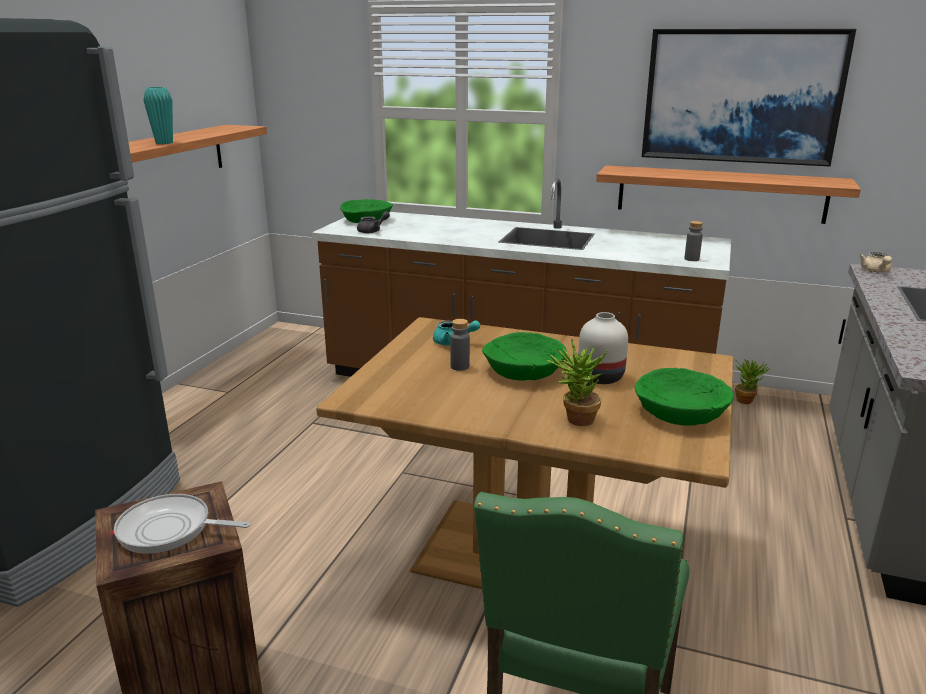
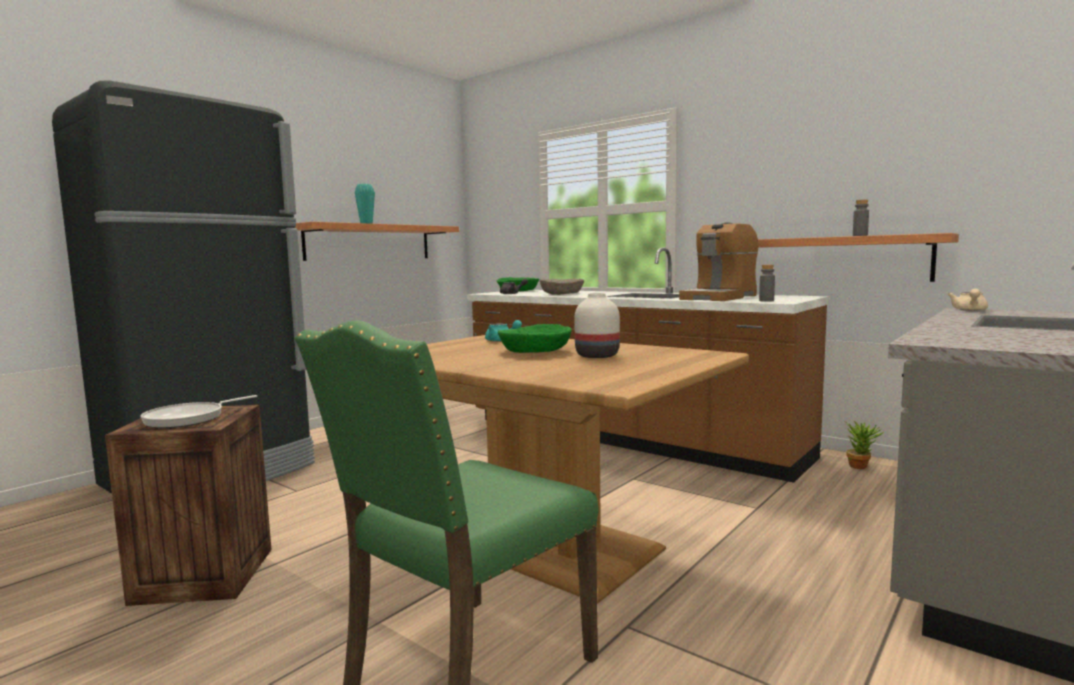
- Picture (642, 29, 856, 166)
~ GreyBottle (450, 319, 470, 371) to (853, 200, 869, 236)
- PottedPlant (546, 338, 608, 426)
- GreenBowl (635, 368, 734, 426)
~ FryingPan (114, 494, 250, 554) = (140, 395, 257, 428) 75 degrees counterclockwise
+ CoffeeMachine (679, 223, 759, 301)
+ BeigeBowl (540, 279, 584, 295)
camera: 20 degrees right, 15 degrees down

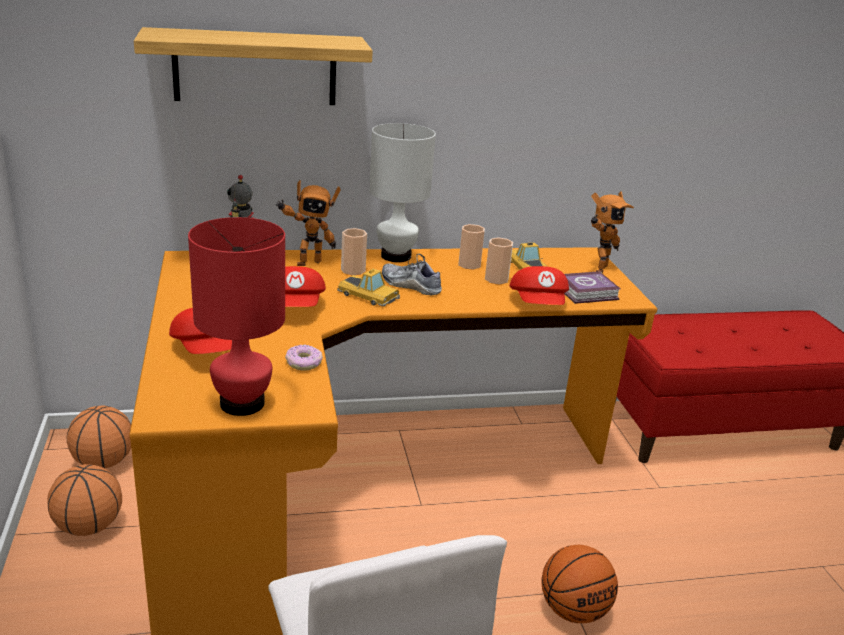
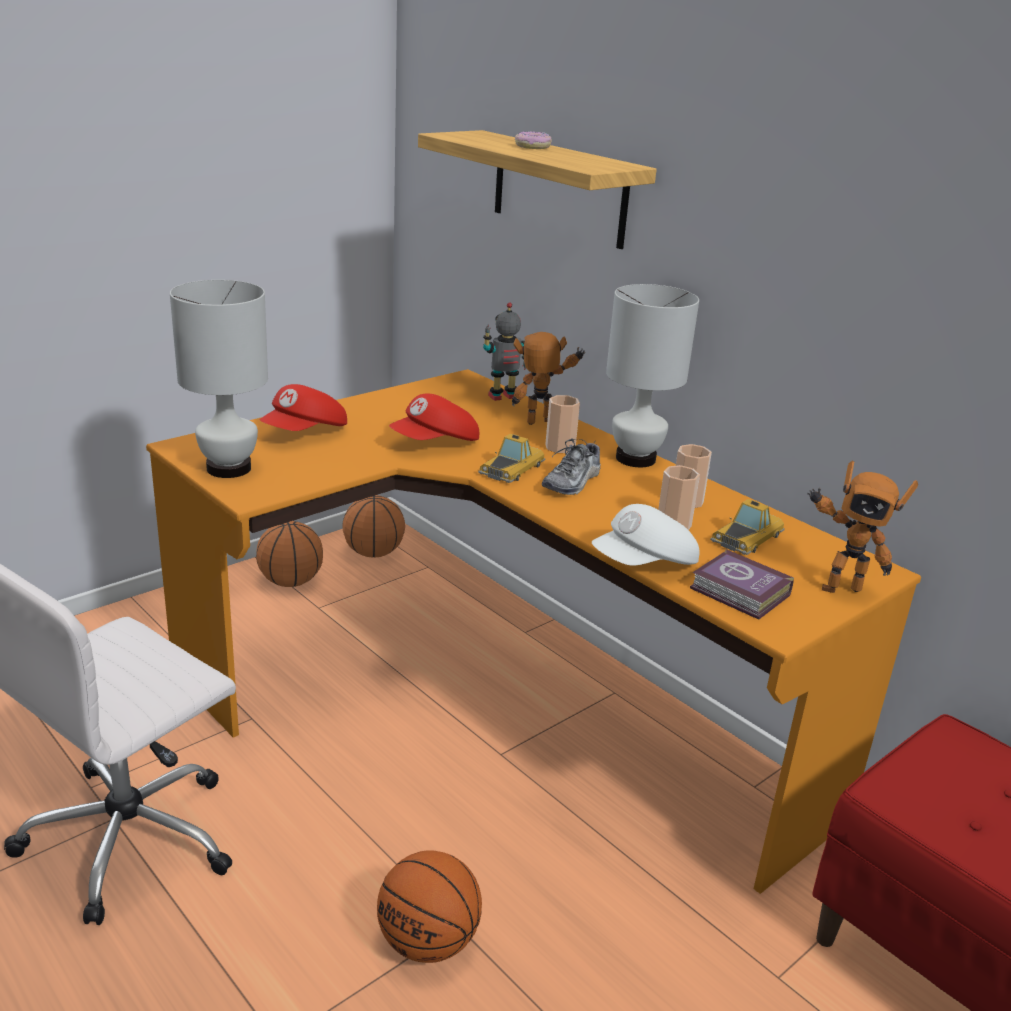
~ ToyRobot (276, 180, 341, 266) = (512, 332, 585, 425) 120 degrees clockwise
~ RedTableLamp (188, 217, 285, 416) to WhiteTableLamp (170, 280, 268, 478)
~ Shoe (382, 254, 442, 295) = (542, 438, 600, 495) 150 degrees counterclockwise
~ RedCap (509, 266, 569, 305) to WhiteCap (592, 504, 699, 566)
~ ToyCar (337, 269, 400, 306) = (478, 434, 545, 483) 150 degrees counterclockwise
~ Donut (285, 345, 323, 371) to (515, 131, 552, 149)
camera: 60 degrees right, 0 degrees up

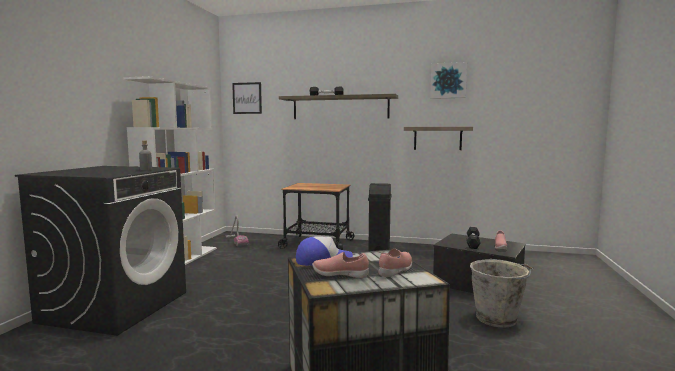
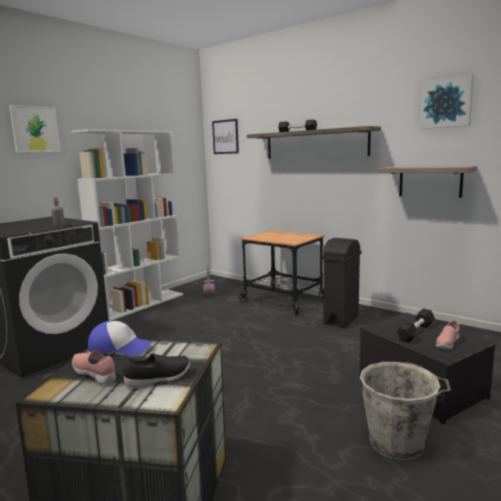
~ PinkShoe (379, 249, 412, 277) to BlackShoe (123, 354, 190, 388)
+ Picture (9, 105, 61, 152)
camera: 25 degrees right, 5 degrees up

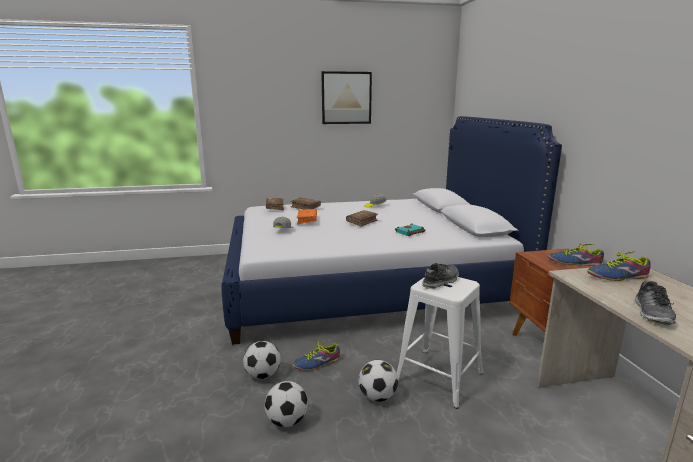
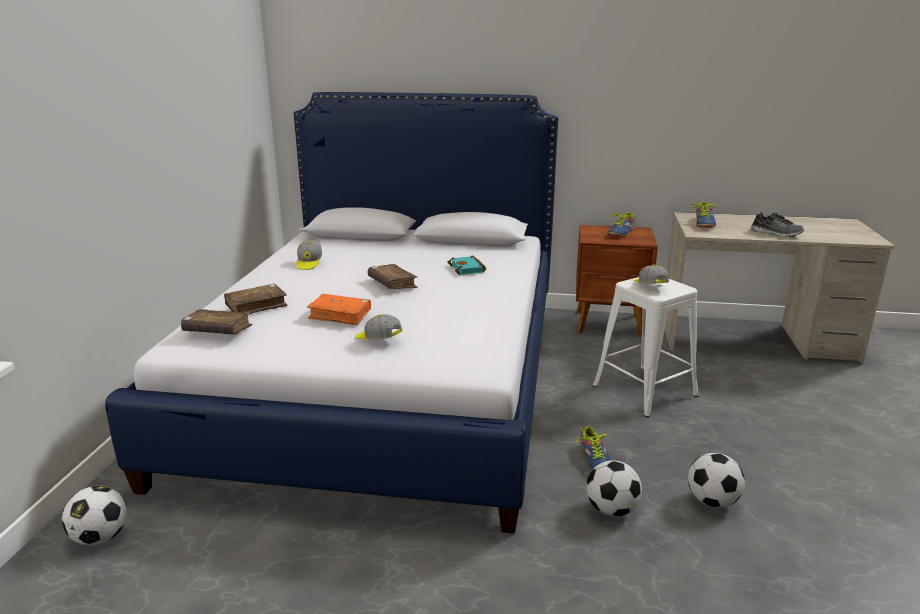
- Picture (321, 71, 372, 124)
~ Shoe (422, 263, 459, 289) to Cap (634, 265, 669, 284)
~ Football (359, 360, 398, 402) to (62, 486, 127, 546)
camera: 70 degrees left, 5 degrees up

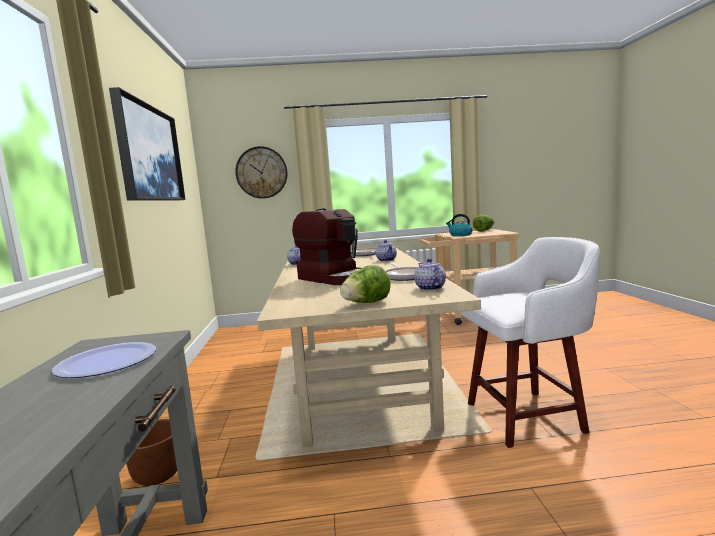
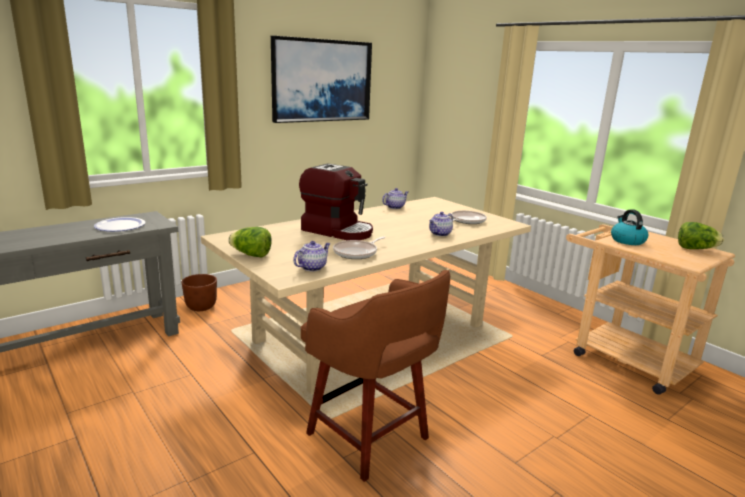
- WallClock (235, 146, 287, 199)
~ CoffeeMachine (292, 209, 361, 285) = (299, 163, 373, 240) 75 degrees counterclockwise
~ WhiteStool (460, 237, 600, 448) to BrownStool (301, 270, 450, 482)
camera: 55 degrees right, 10 degrees up

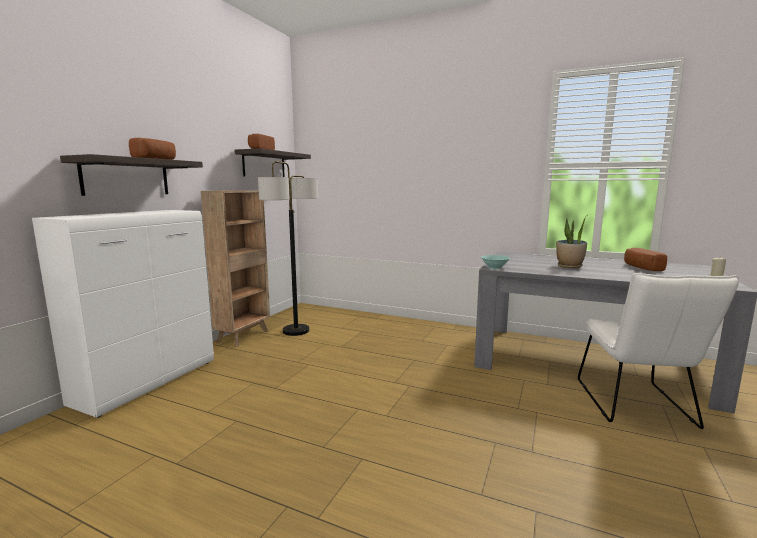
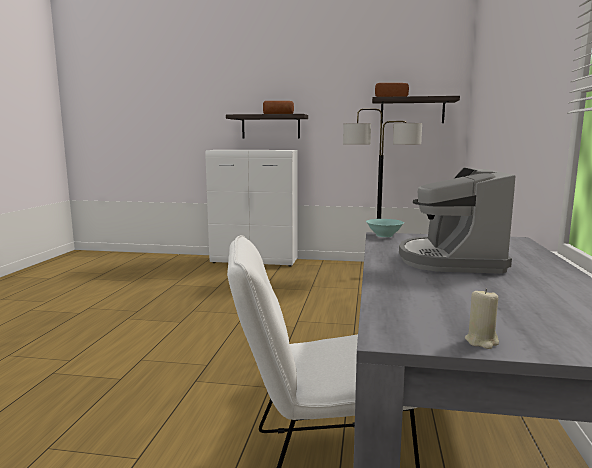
- BrownBookcase (201, 190, 270, 347)
~ PottedPlant (556, 217, 587, 268) to CoffeeMachine (399, 168, 515, 274)
- Bread (624, 248, 667, 271)
camera: 75 degrees right, 0 degrees up

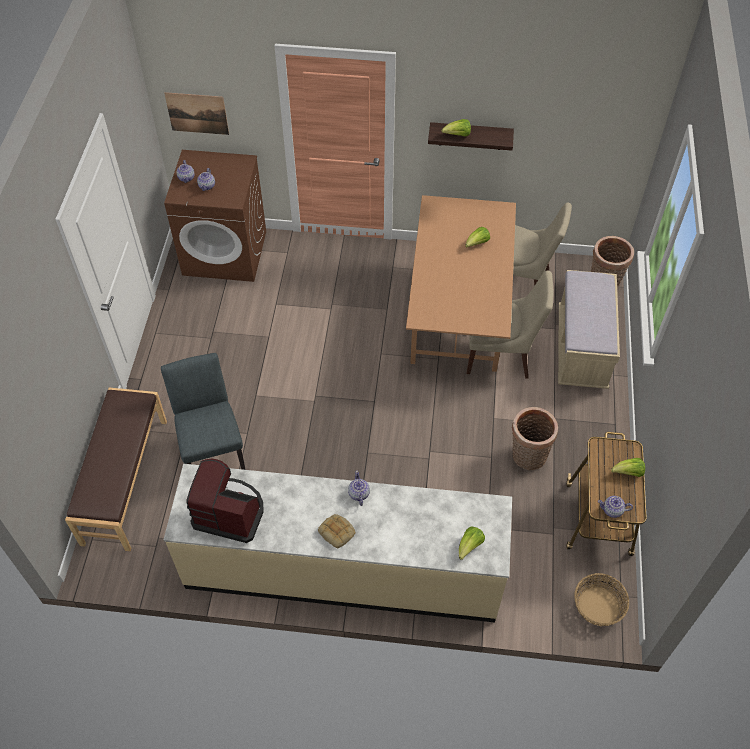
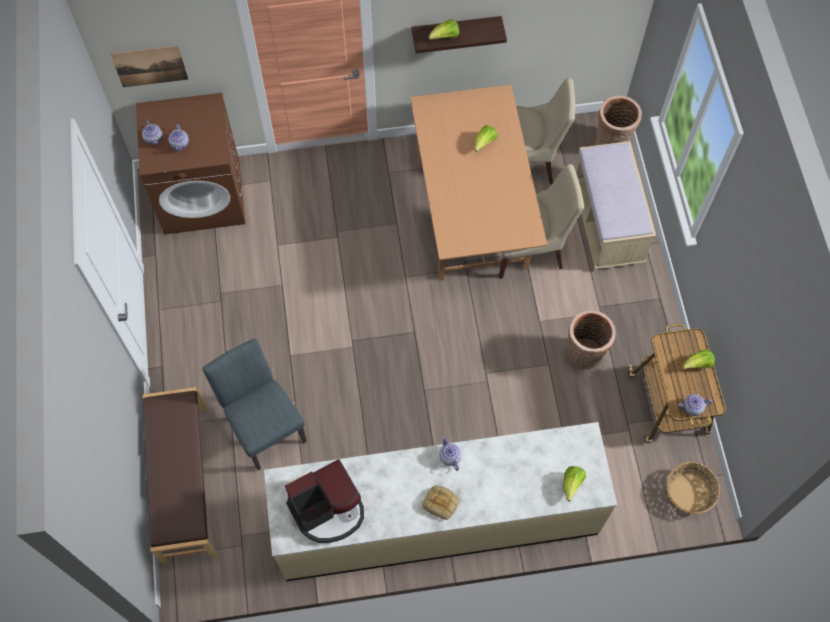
~ CoffeeMachine (186, 459, 264, 543) = (285, 459, 364, 543) 150 degrees clockwise
camera: 15 degrees left, 10 degrees up

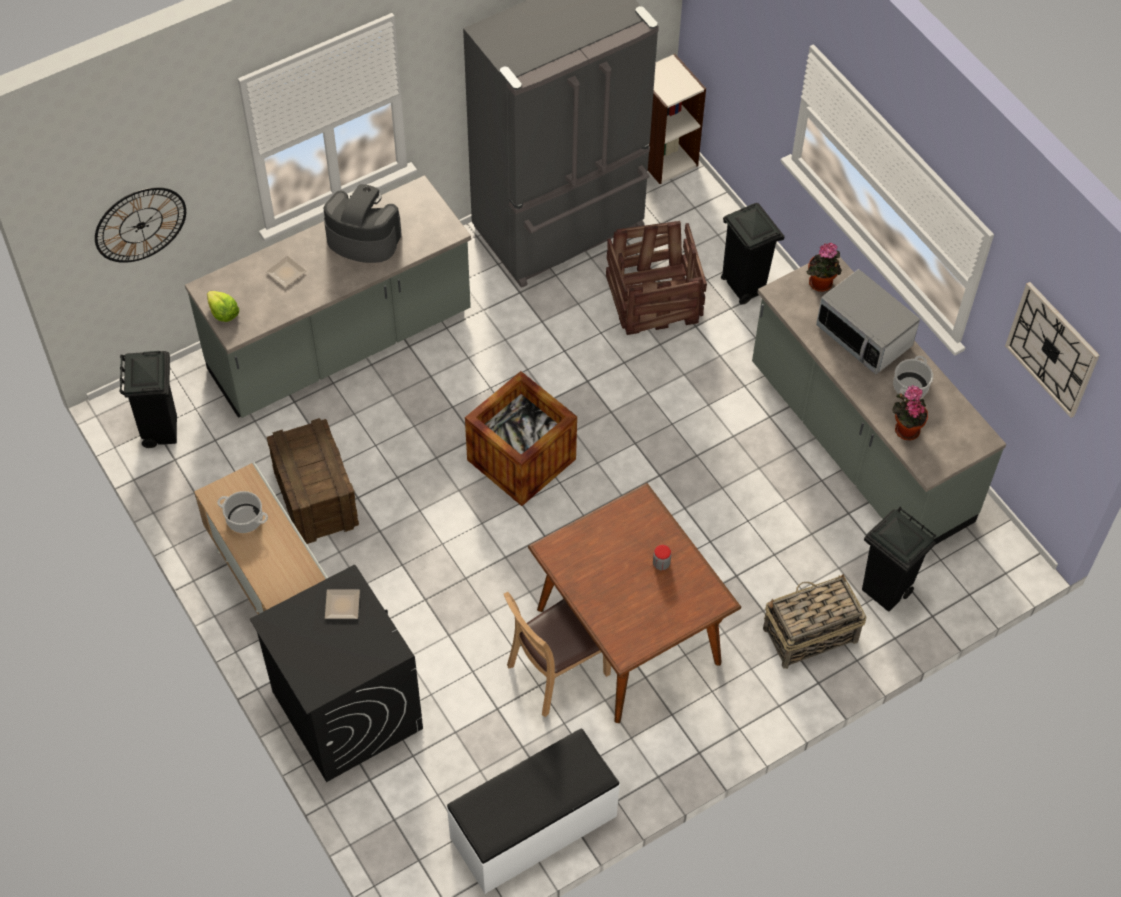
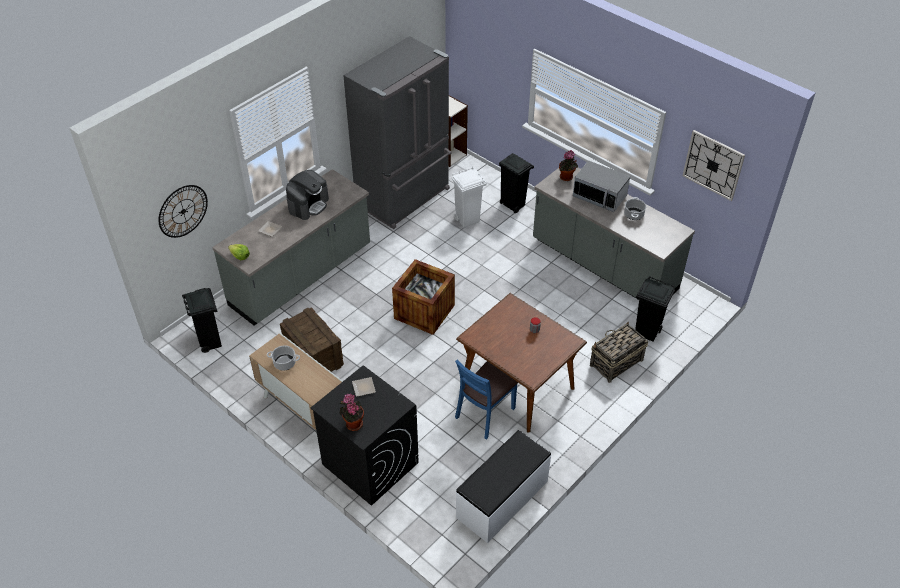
~ CoffeeMachine (324, 184, 402, 263) = (286, 170, 329, 220) 120 degrees clockwise
~ Crate (606, 221, 707, 335) to WhiteTrashCan (452, 167, 487, 228)
~ PottedPlant (892, 385, 928, 441) to (340, 394, 364, 431)
~ BrownChair (504, 592, 611, 717) to BlueChair (455, 359, 518, 439)
camera: 15 degrees left, 10 degrees down

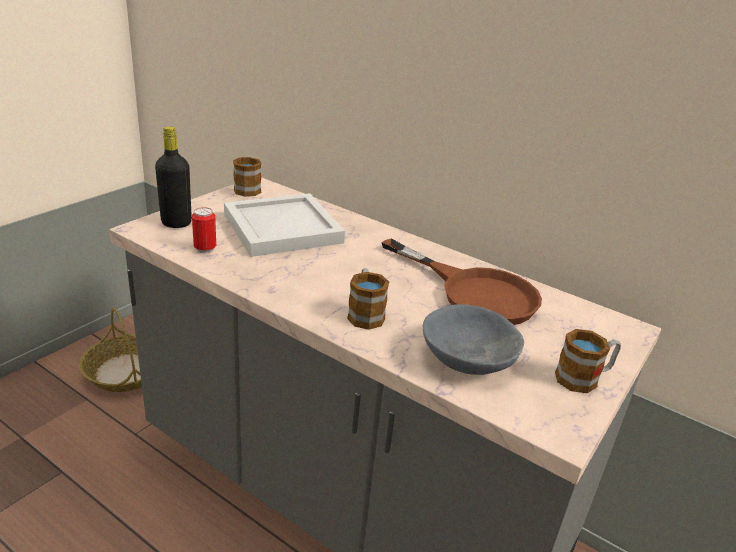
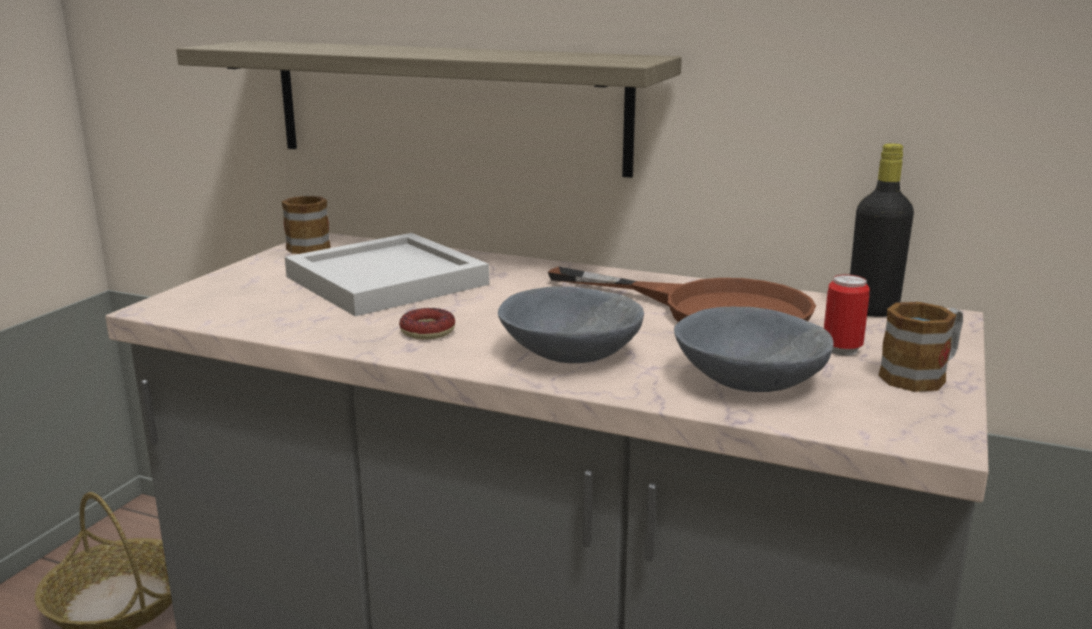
~ BlackBottle (155, 126, 192, 228) to (850, 143, 914, 317)
~ Can (192, 207, 216, 253) to (824, 274, 870, 355)
~ Mug (347, 268, 389, 330) to GreyBowl (498, 286, 644, 363)
+ Shelf (176, 41, 682, 178)
+ Donut (399, 308, 455, 340)
camera: 10 degrees left, 10 degrees down

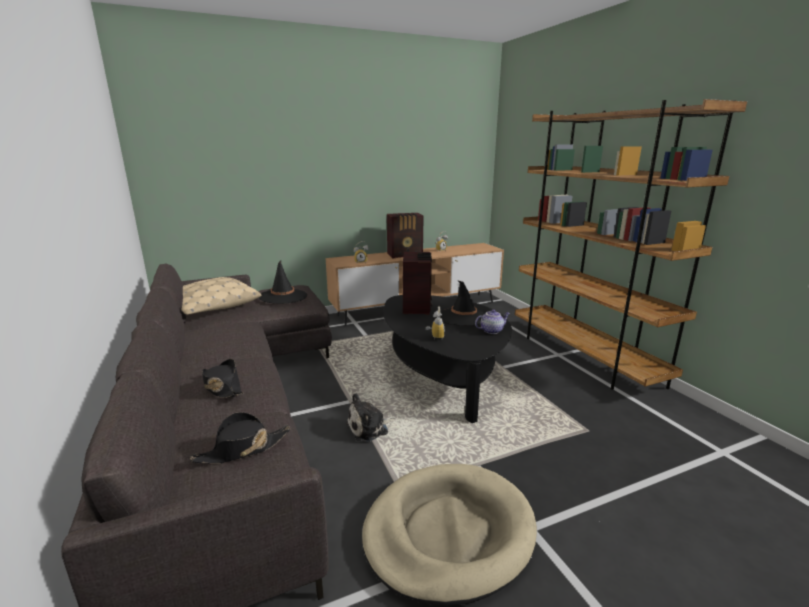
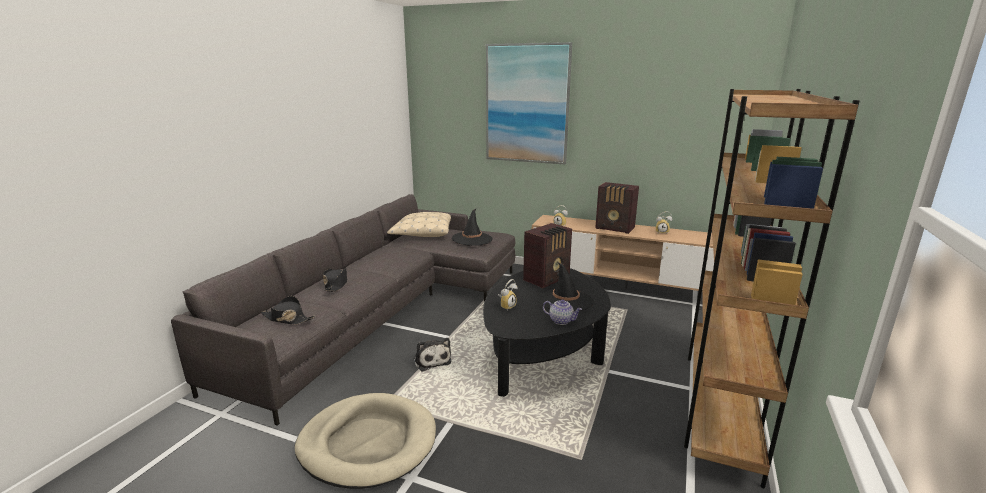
~ PlushToy (346, 393, 395, 442) = (413, 338, 452, 372) 135 degrees counterclockwise
+ Picture (486, 42, 572, 164)
camera: 45 degrees right, 0 degrees up

